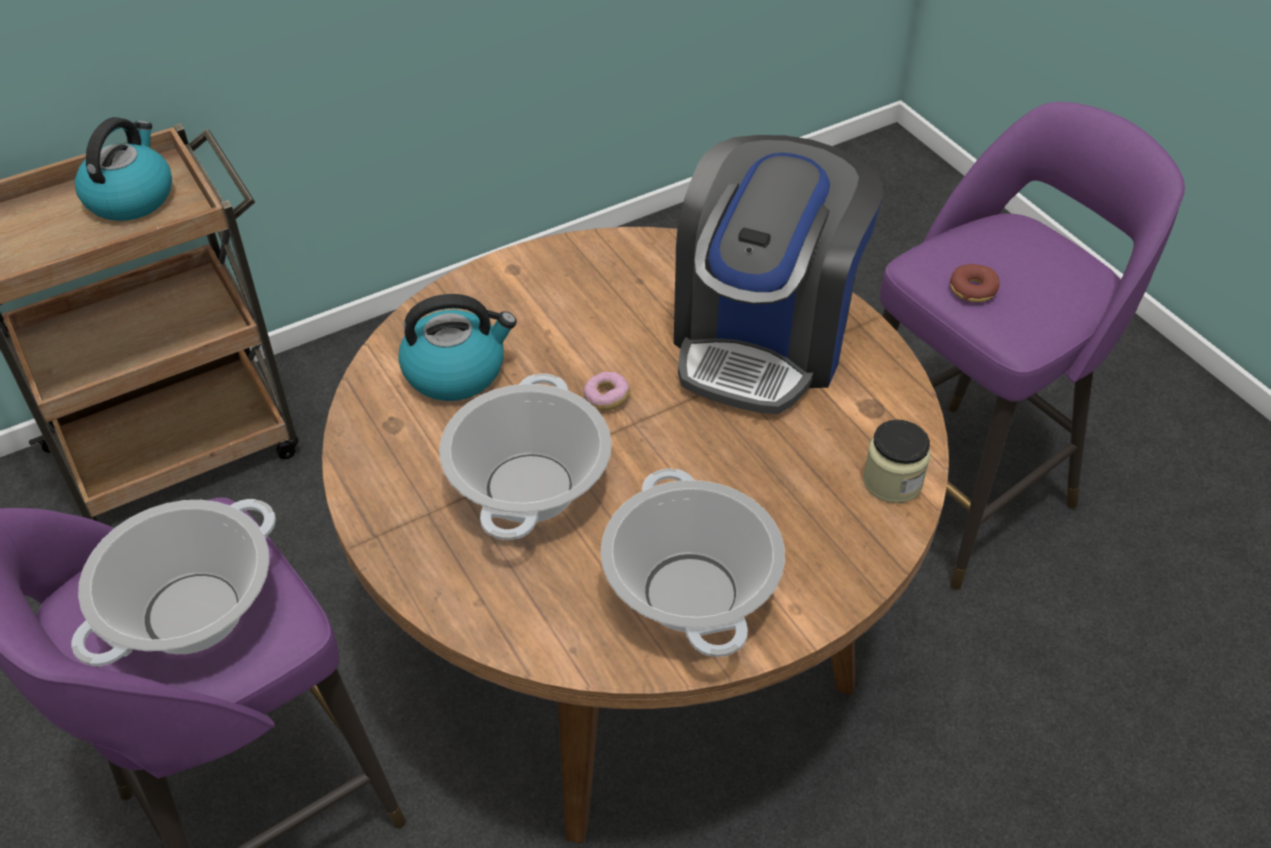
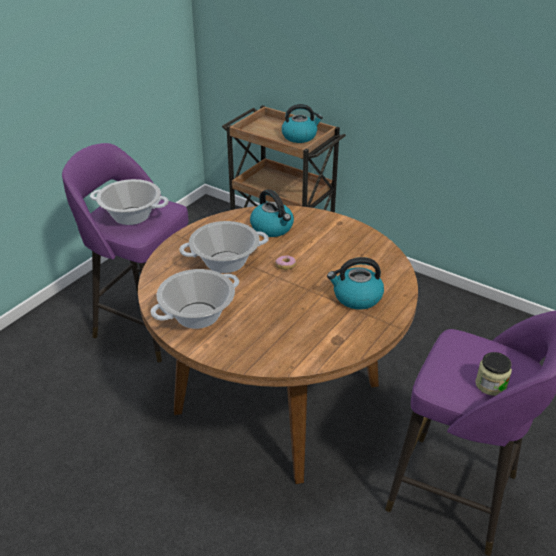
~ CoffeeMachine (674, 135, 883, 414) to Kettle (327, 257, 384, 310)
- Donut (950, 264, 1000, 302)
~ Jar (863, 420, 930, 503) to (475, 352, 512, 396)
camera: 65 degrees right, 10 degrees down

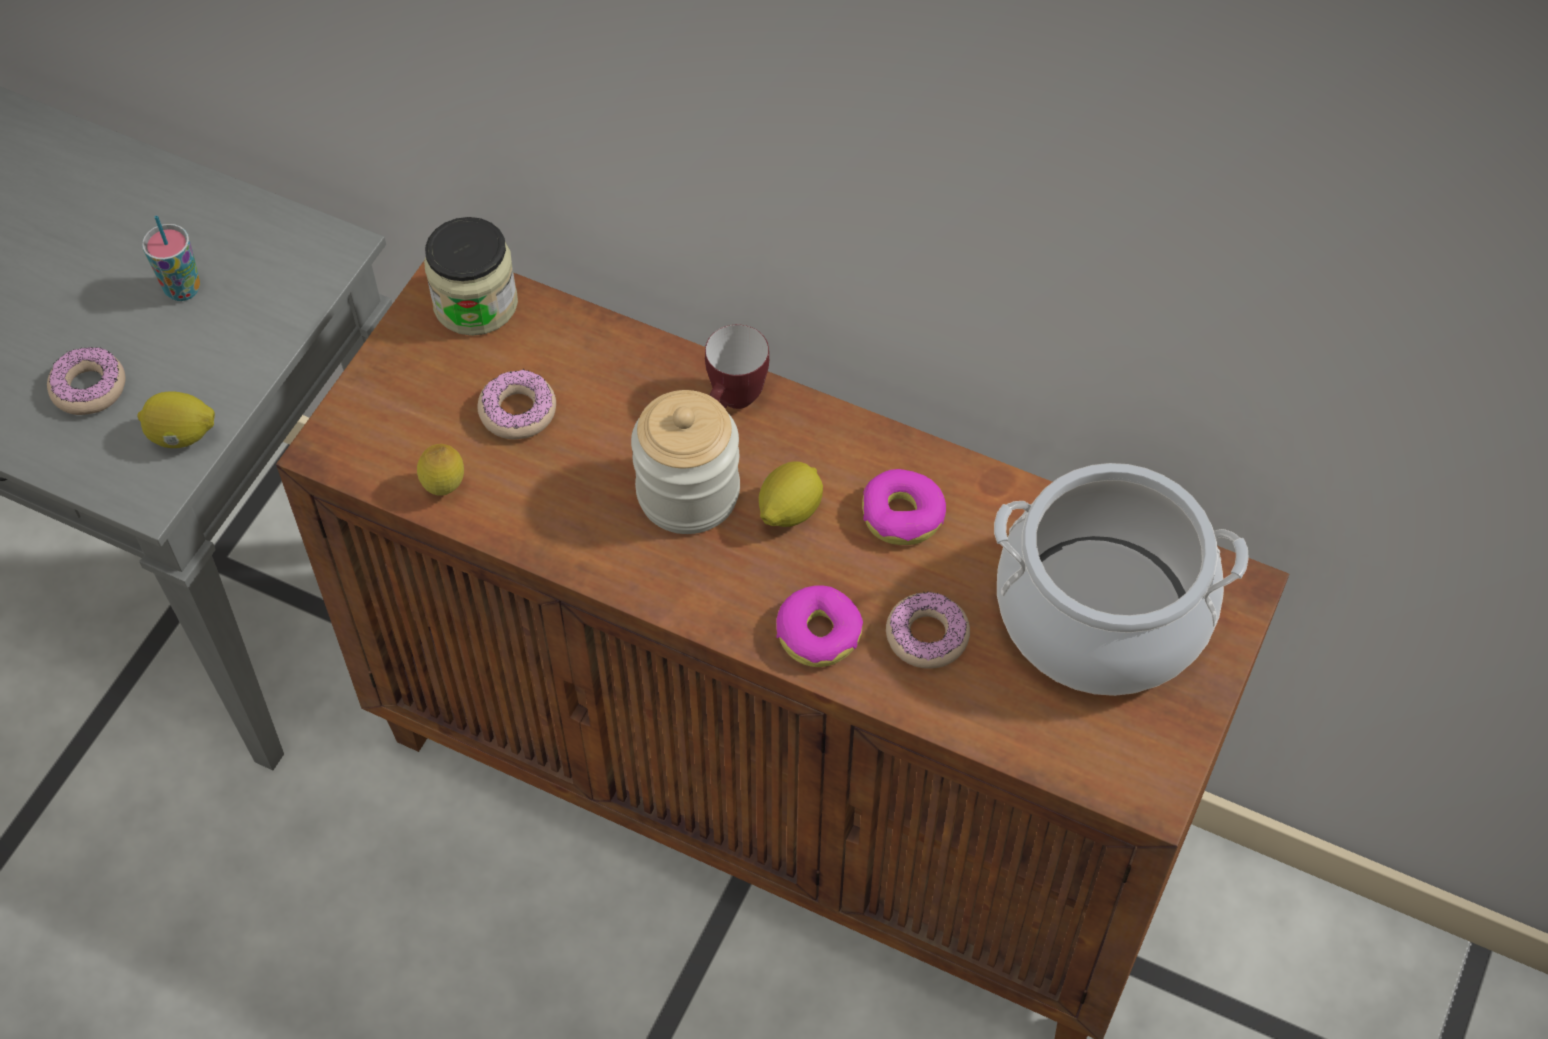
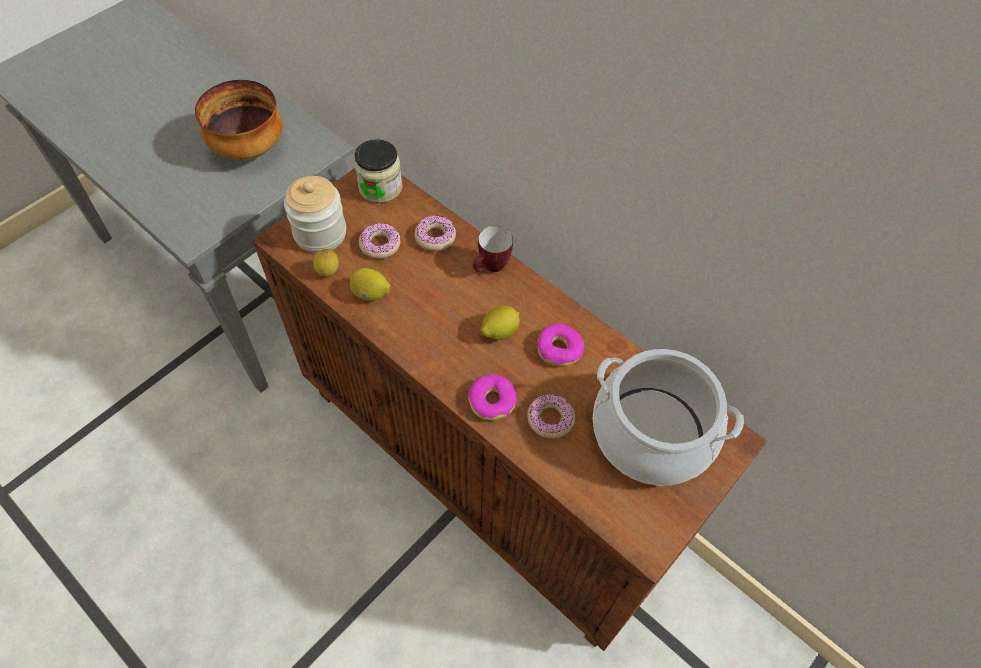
~ Cup (142, 215, 200, 301) to Bowl (195, 80, 283, 160)
~ Donut (47, 347, 126, 415) to (415, 215, 456, 251)
~ Jar (631, 390, 740, 534) to (284, 176, 346, 253)
~ Lemon (137, 391, 215, 448) to (350, 268, 391, 301)
camera: 15 degrees right, 0 degrees up

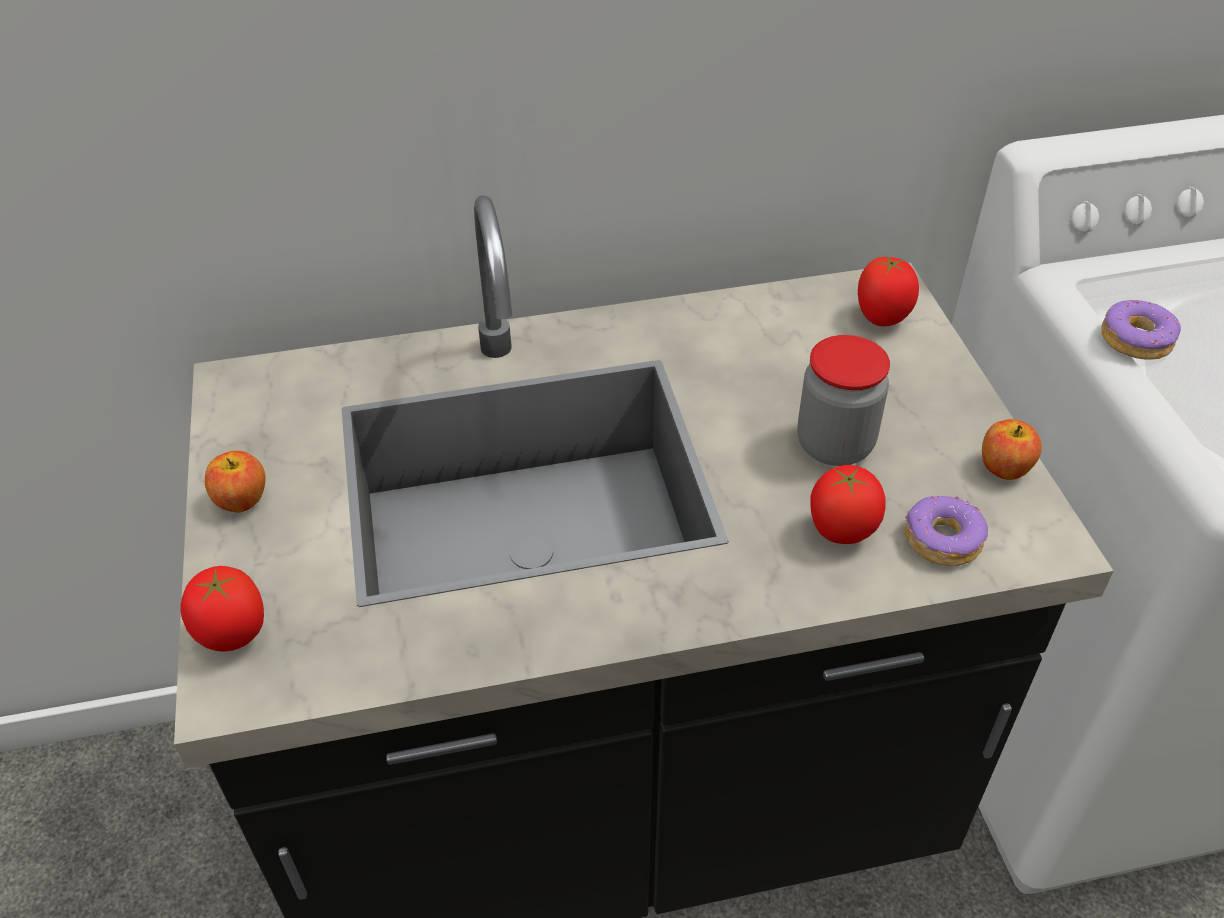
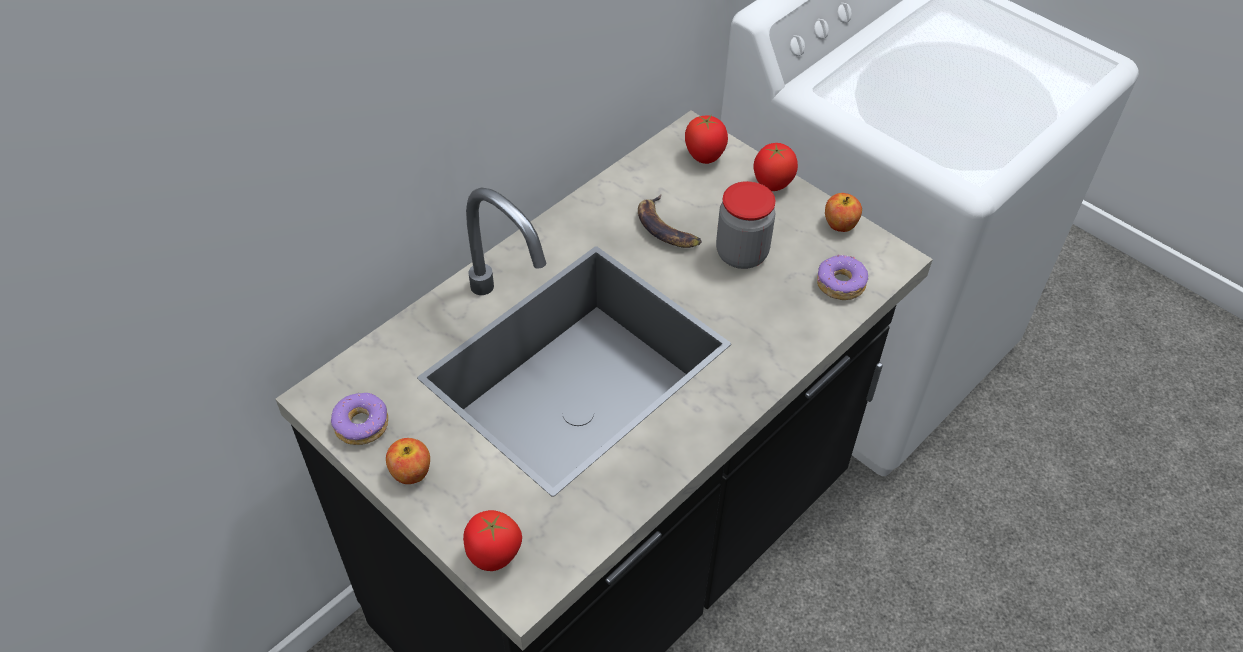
~ Donut (1101, 300, 1181, 360) to (331, 393, 388, 445)
~ Tomato (811, 465, 886, 544) to (753, 143, 798, 191)
+ Banana (638, 194, 702, 248)
camera: 35 degrees left, 5 degrees up

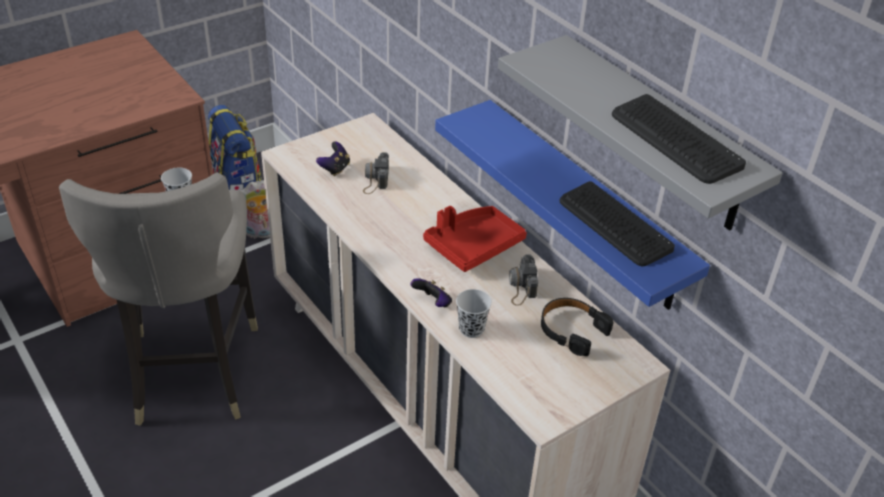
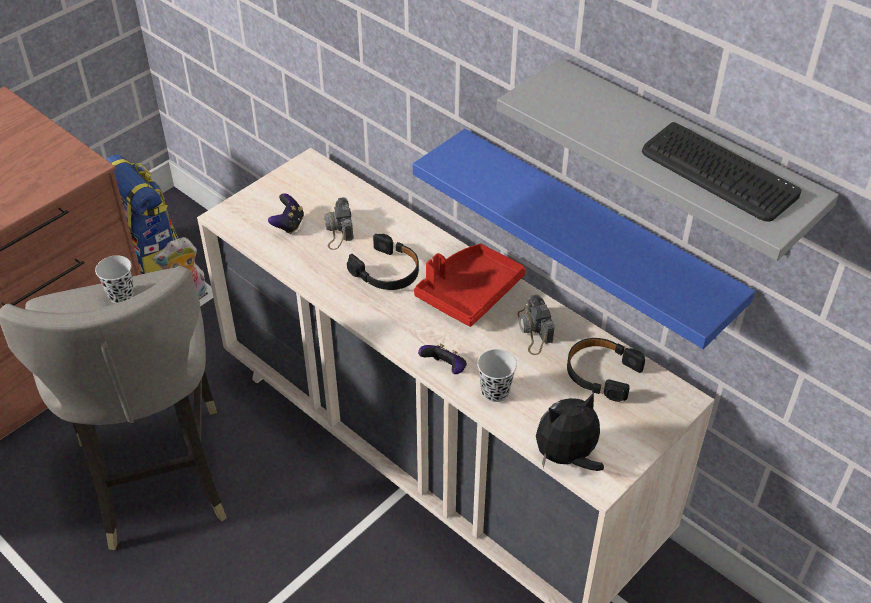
- Keyboard (560, 181, 675, 267)
+ BlackHeadphones (347, 234, 419, 290)
+ PlushToy (536, 392, 604, 471)
camera: 10 degrees left, 5 degrees up

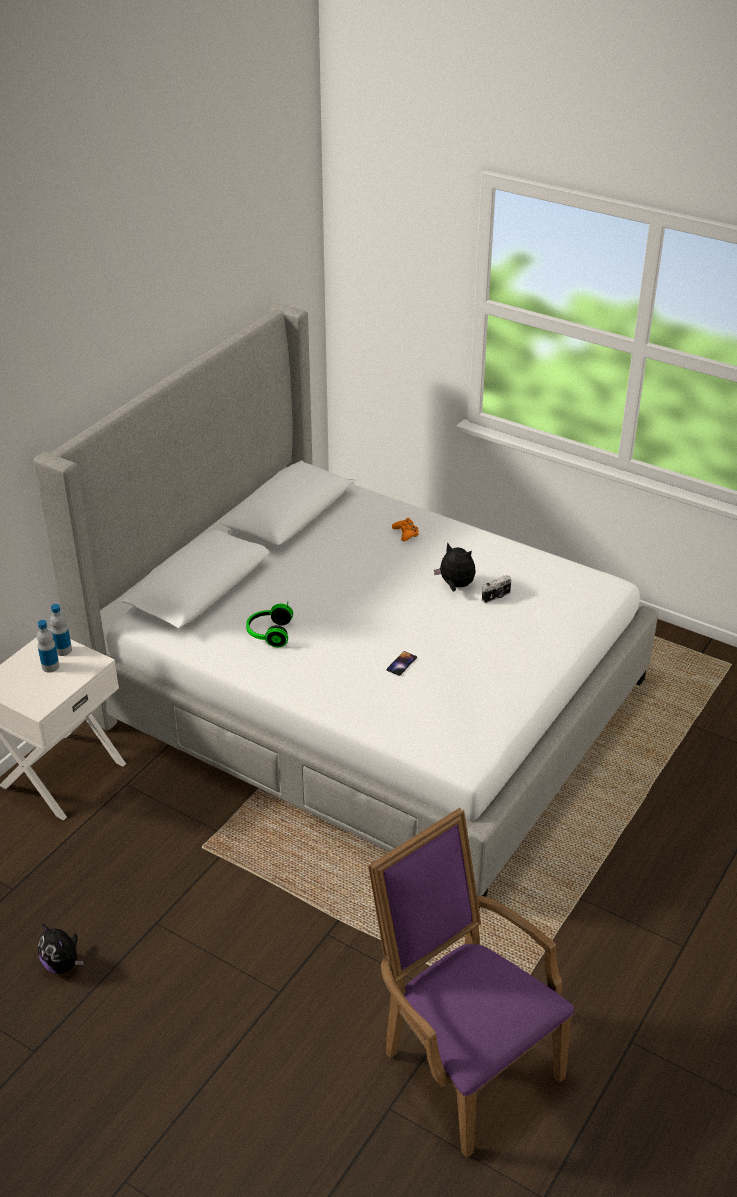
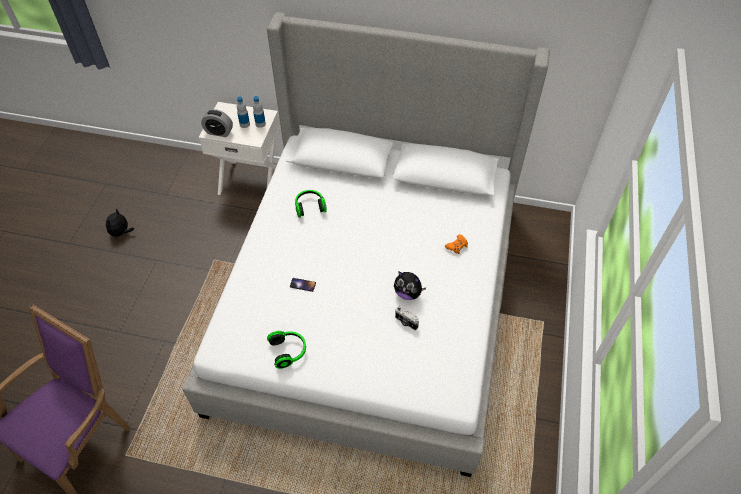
~ PlushToy (434, 542, 476, 591) = (394, 271, 427, 300) 105 degrees clockwise
+ AlarmClock (201, 109, 233, 137)
+ Headphones (267, 331, 306, 369)
camera: 70 degrees right, 15 degrees up

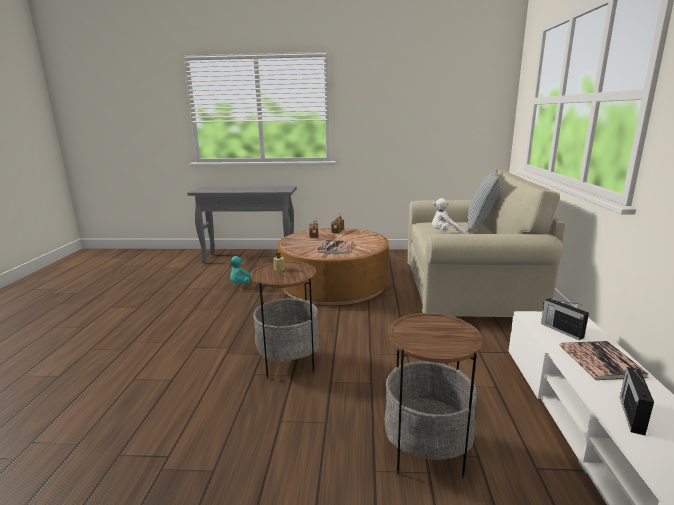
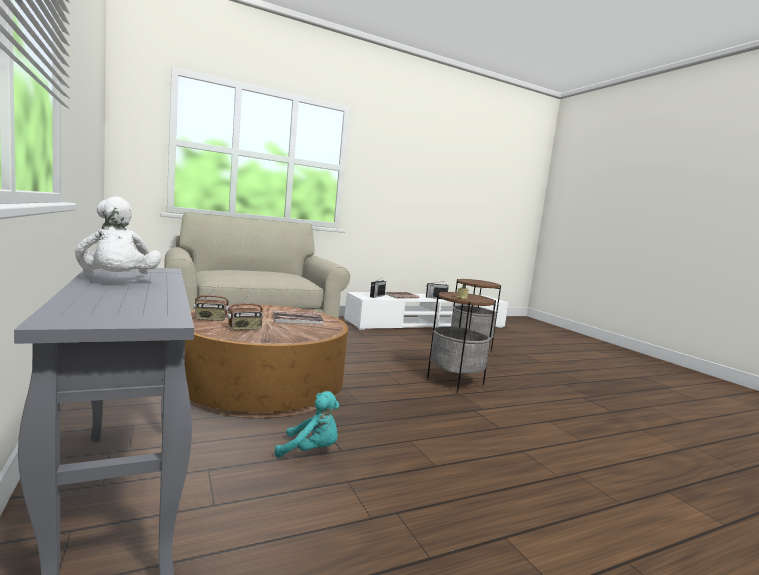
- Pillow (468, 169, 500, 234)
~ WhitePlushToy (432, 198, 466, 234) to (75, 196, 161, 276)
camera: 120 degrees left, 10 degrees down

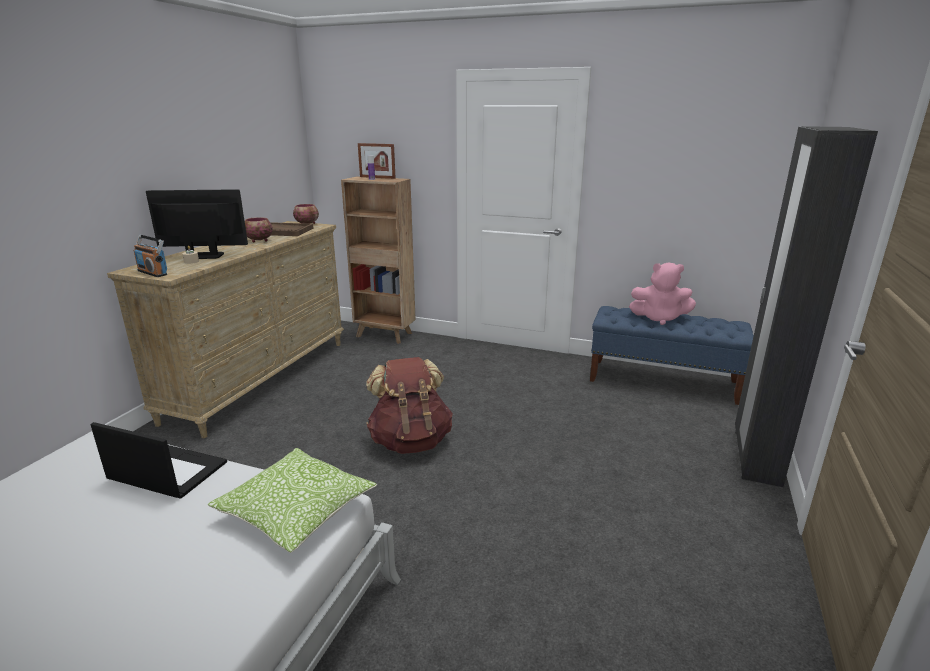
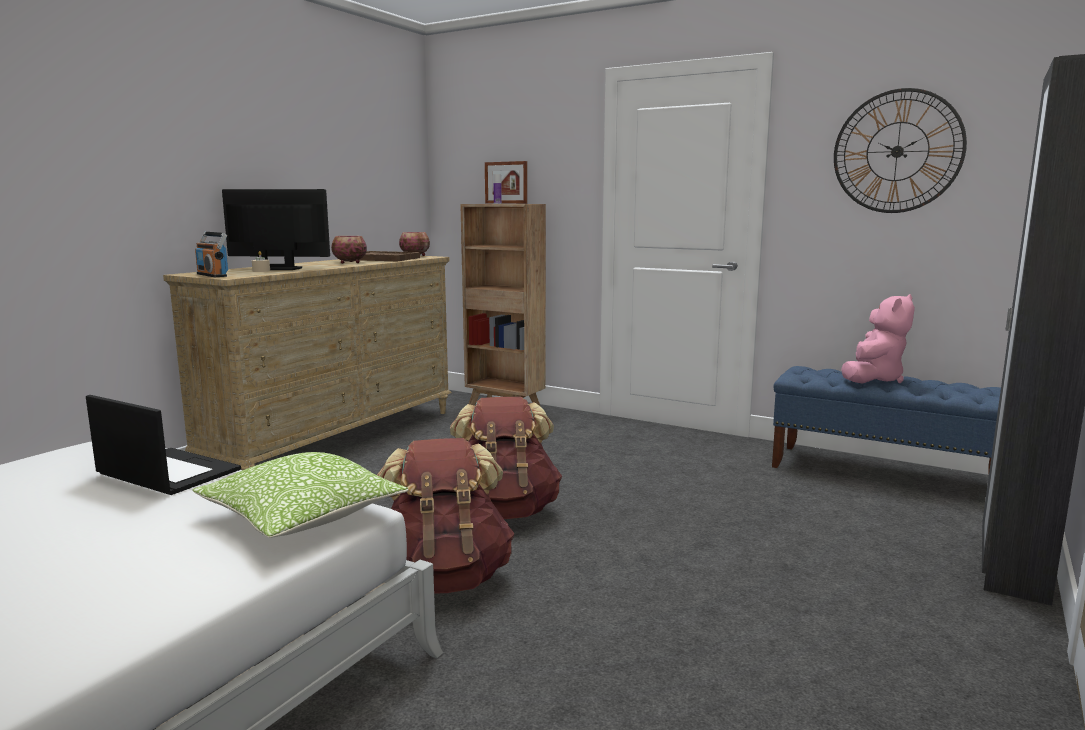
~ PinkPlushToy (629, 262, 696, 325) = (841, 294, 915, 384) 75 degrees counterclockwise
+ WallClock (834, 88, 967, 213)
+ BrownBackpack (377, 438, 514, 594)
camera: 10 degrees right, 10 degrees down

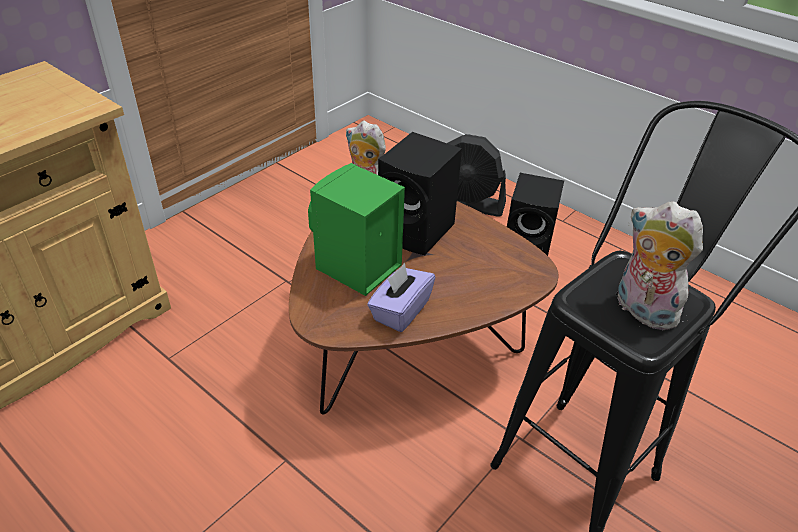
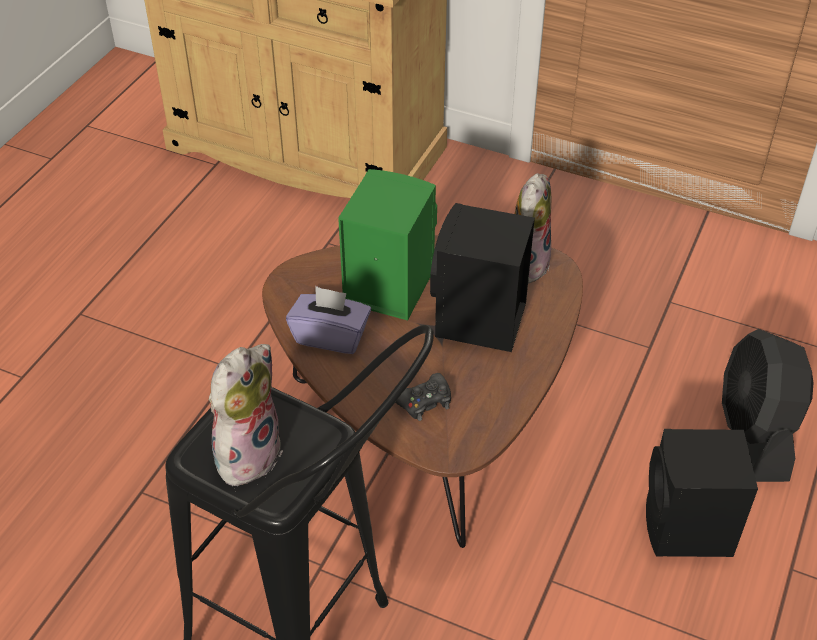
+ BlackGameController (395, 373, 451, 421)
camera: 75 degrees right, 5 degrees up

